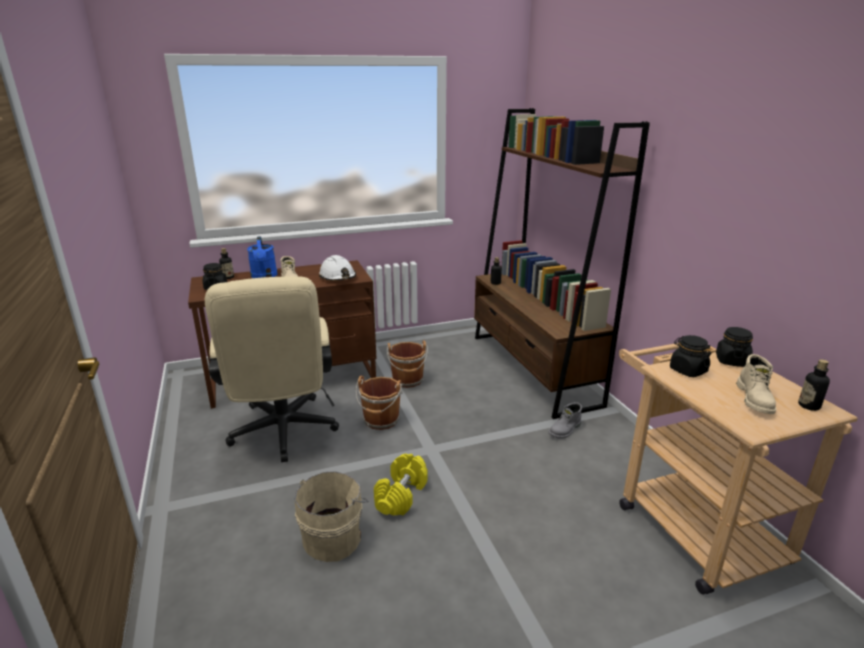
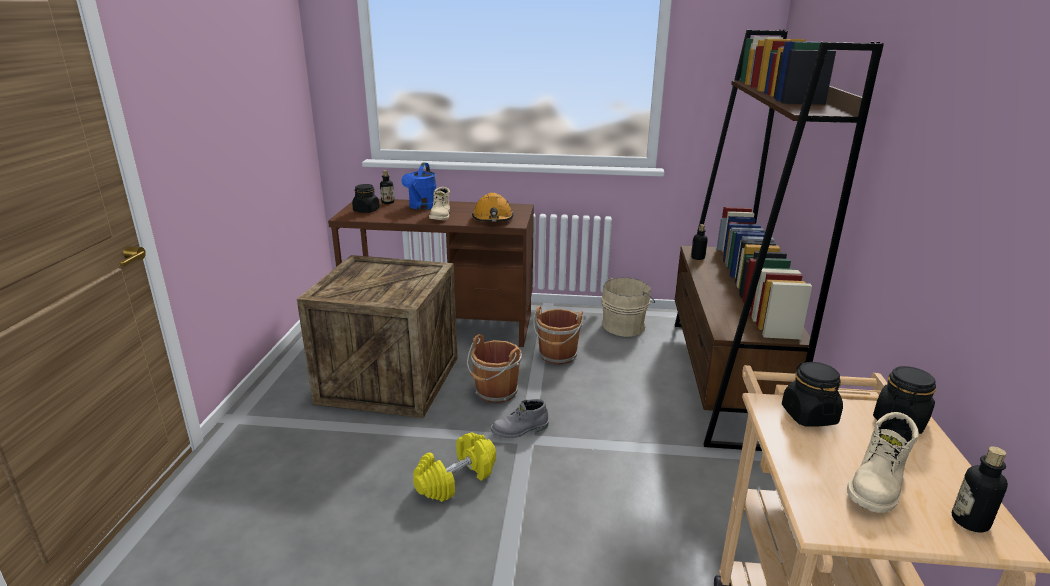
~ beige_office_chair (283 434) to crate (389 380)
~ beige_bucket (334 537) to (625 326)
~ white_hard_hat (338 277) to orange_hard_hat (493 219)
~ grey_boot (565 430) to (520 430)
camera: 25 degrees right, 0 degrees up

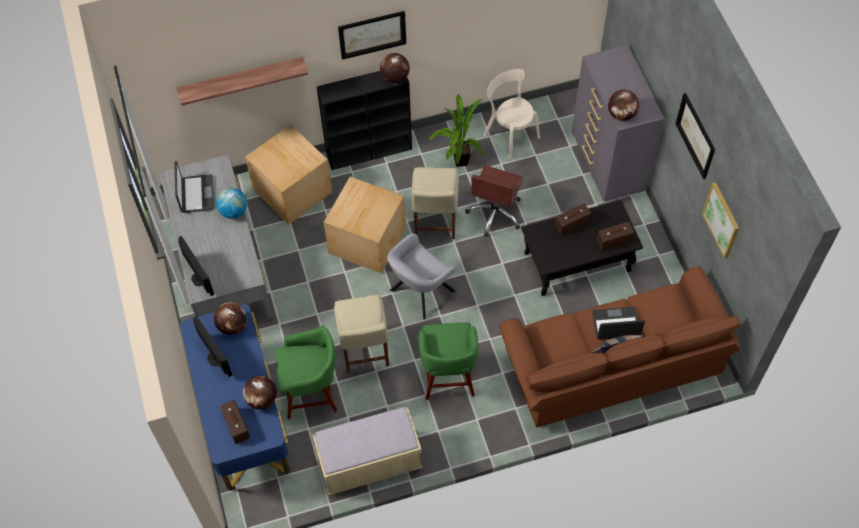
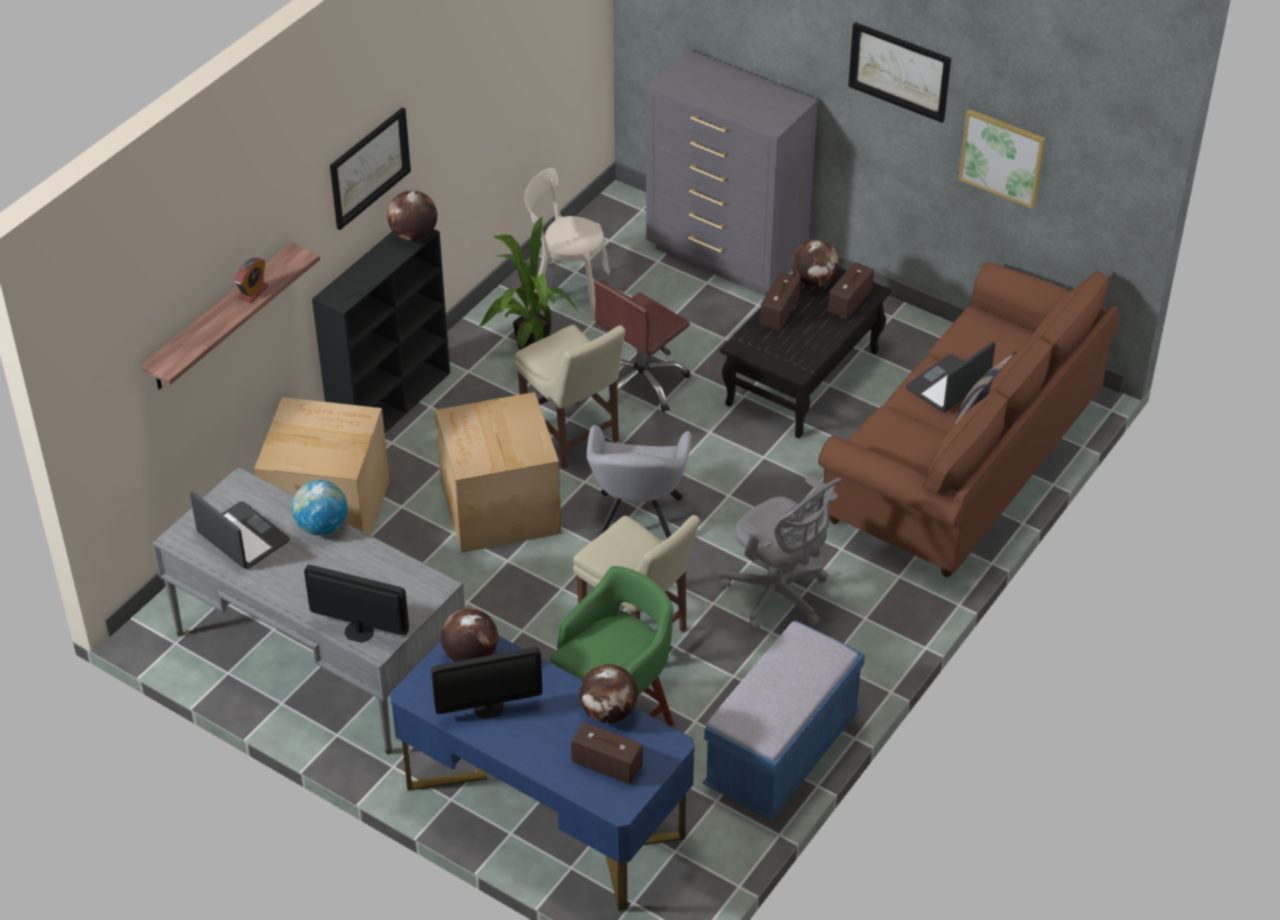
~ monitor (215 358) = (488 707) 150 degrees clockwise
~ beige_bench (369 463) to blue_bench (781 754)
~ green_stool (448 377) to grey_office_chair (778 596)
~ brown_office_chair (495 213) = (641 383) 60 degrees clockwise
~ globe (621 114) to (814 282)
+ alarm_clock (253 292)
camera: 40 degrees left, 15 degrees down

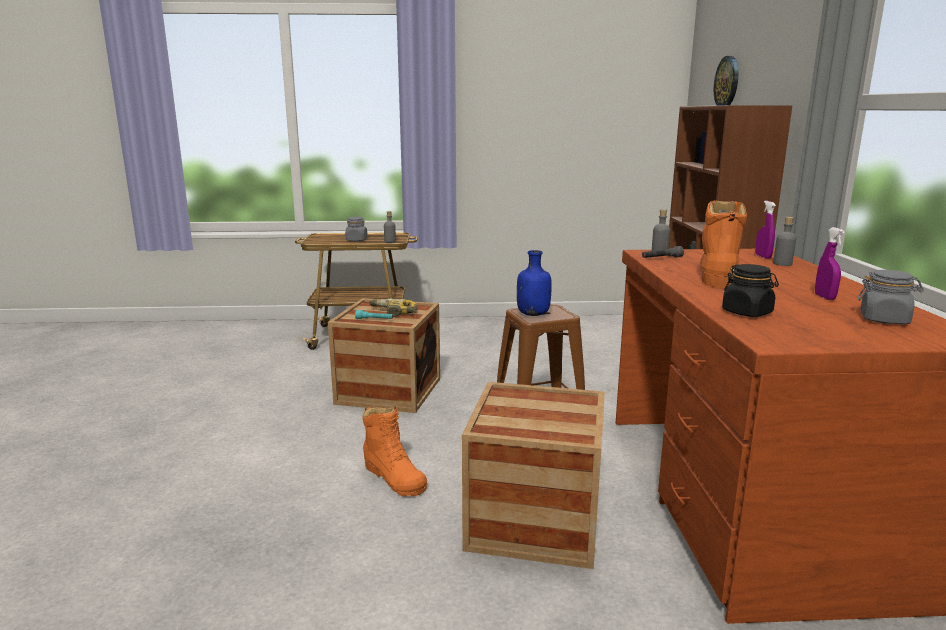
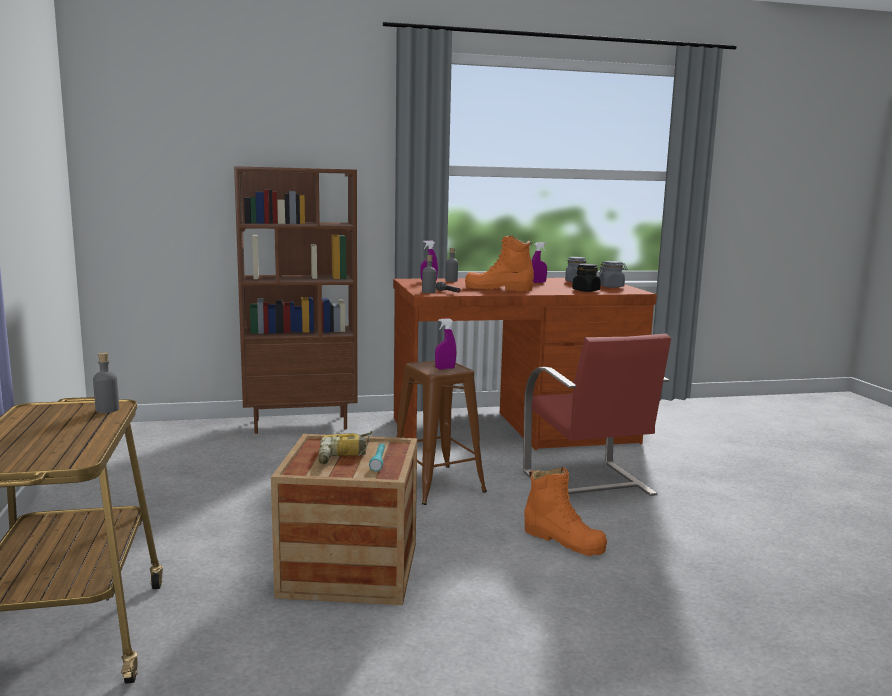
~ grey_jar (356 240) to (611 286)
~ orange_boot (394 477) = (564 540) 90 degrees clockwise
~ crate (534 521) to red_chair (588 484)
~ blue_bottle (533 314) to purple_spray_bottle (445 368)
- wall_clock (727 82)
camera: 100 degrees left, 5 degrees down

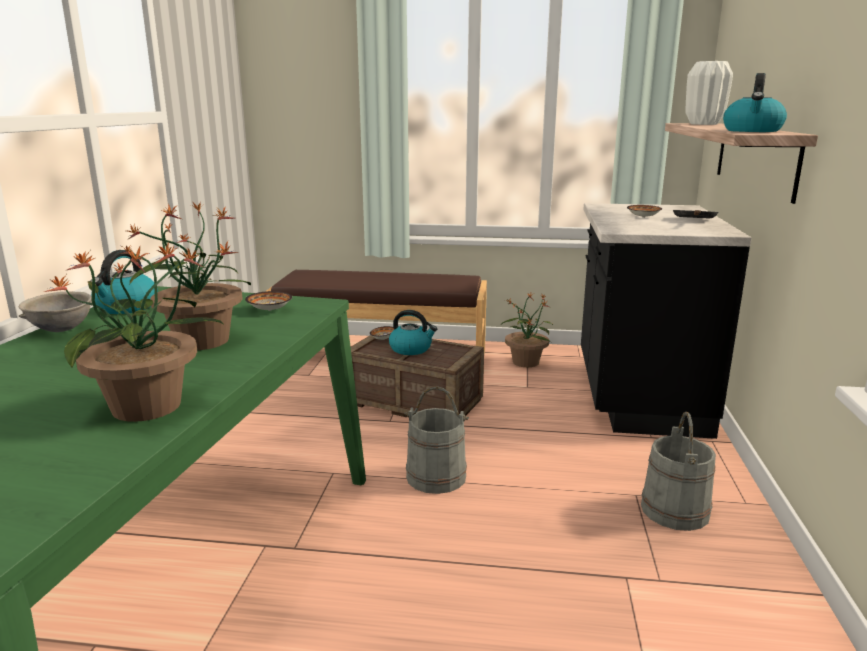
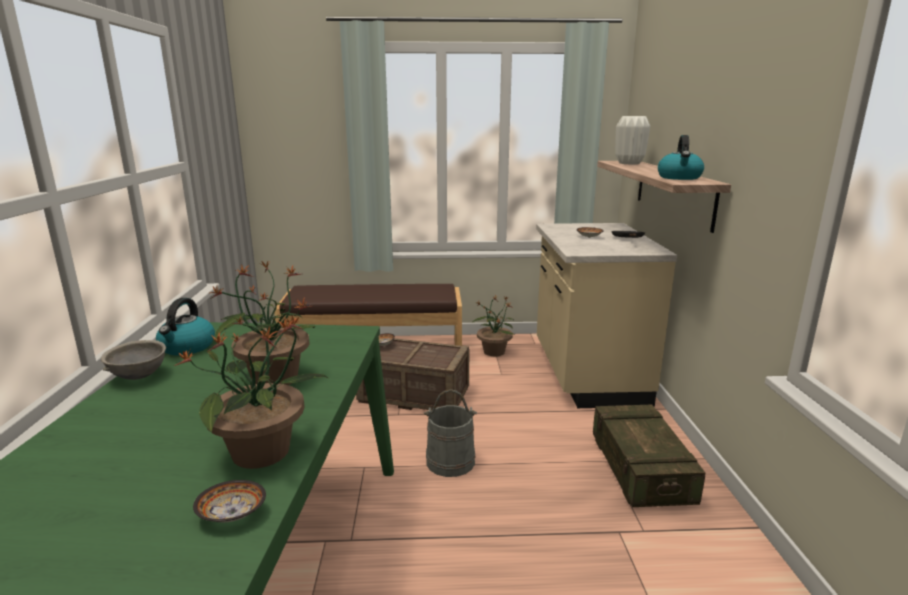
~ bowl (269 310) to (232 515)
- kettle (411 349)
~ black_counter (636 395) to beige_counter (586 374)
~ grey_bucket (675 510) to crate (640 470)
camera: 10 degrees left, 0 degrees up

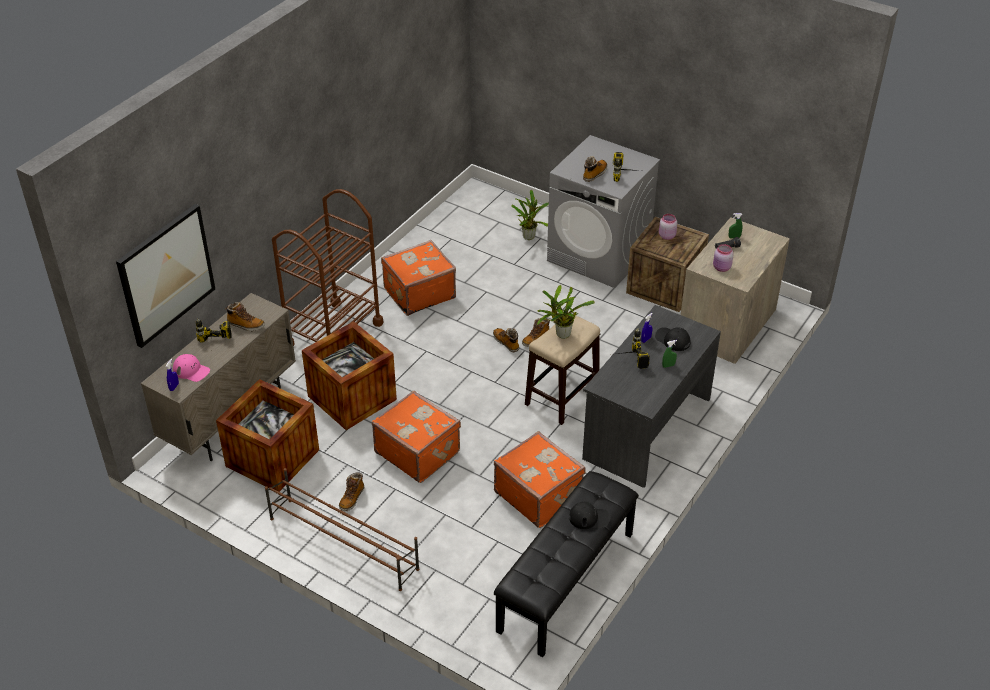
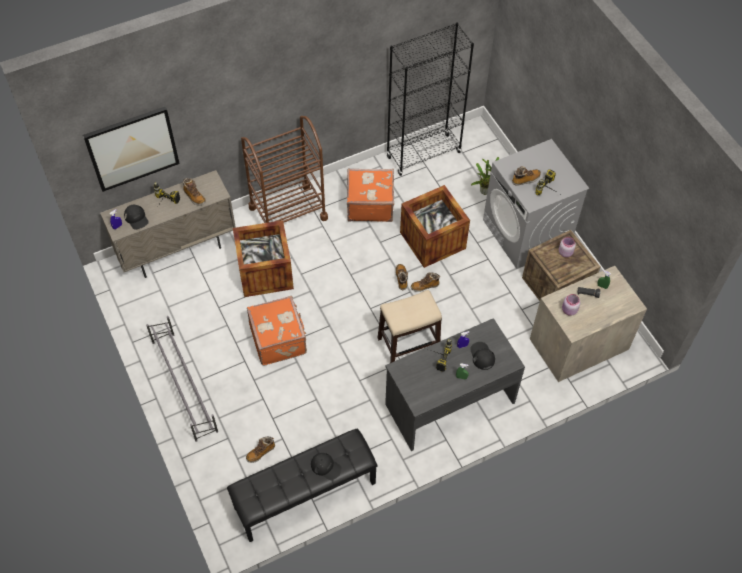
~ pink_cap (191 371) to black_cap (136 218)
~ crate (272 458) to (432 240)
~ brown_shoe_rack (343 543) to grey_shoe_rack (184 385)
~ boot (352 498) to (261 452)
- orange_suitcase (538 494)
- potted_plant (561 335)
+ black_bookcase (423 154)
camera: 30 degrees right, 15 degrees up

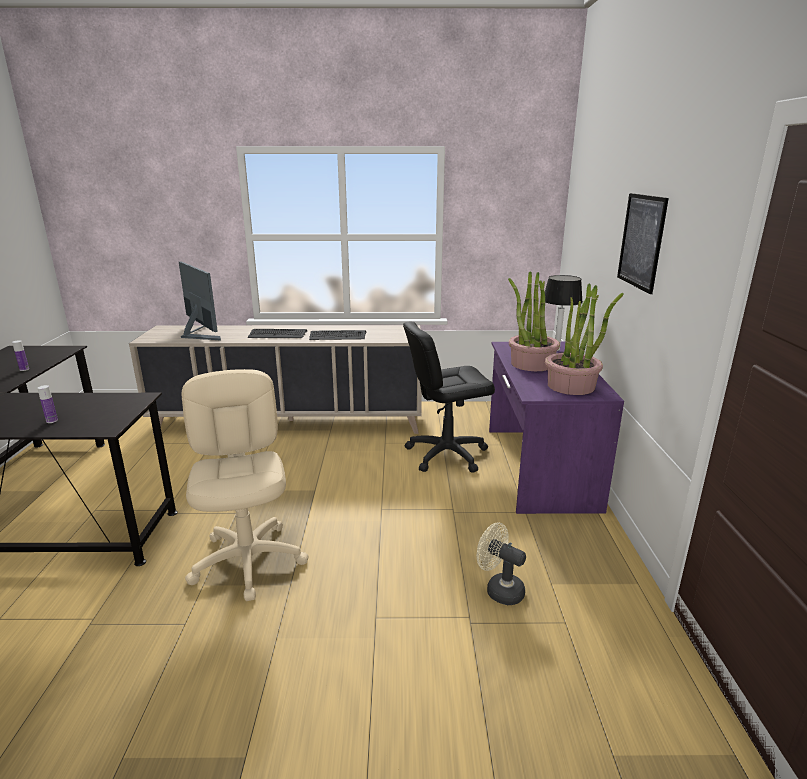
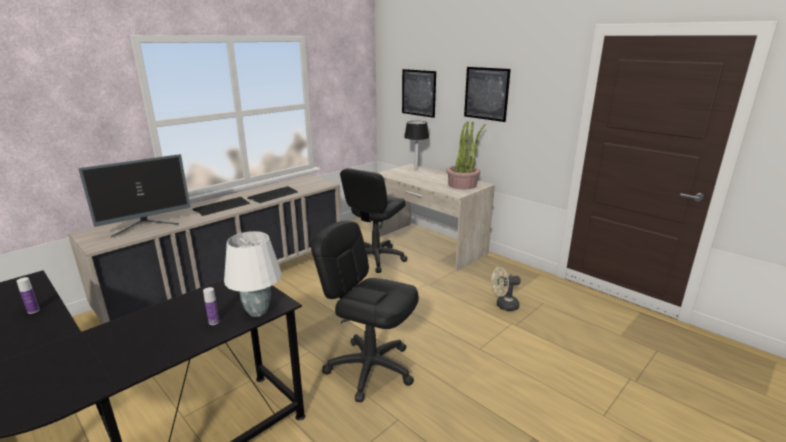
~ monitor (199 334) = (146 226) 135 degrees clockwise
~ beige_office_chair (249 560) to black_office_chair (370 368)
~ purple_desk (538 467) to beige_desk (429 245)
- potted_plant (531 364)
+ white_table_lamp (257 312)
+ picture (418 93)
camera: 45 degrees left, 0 degrees up

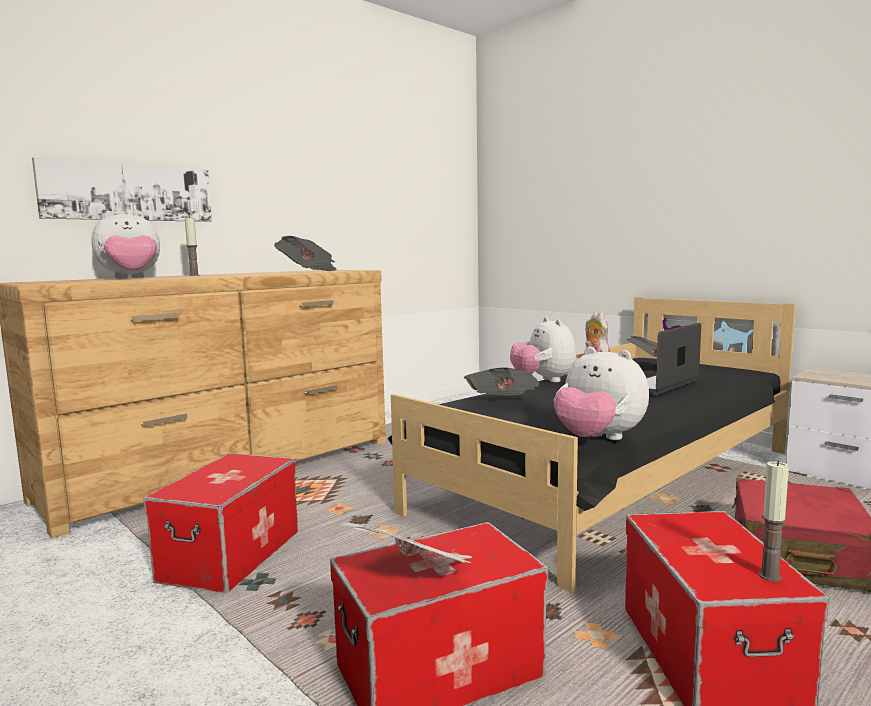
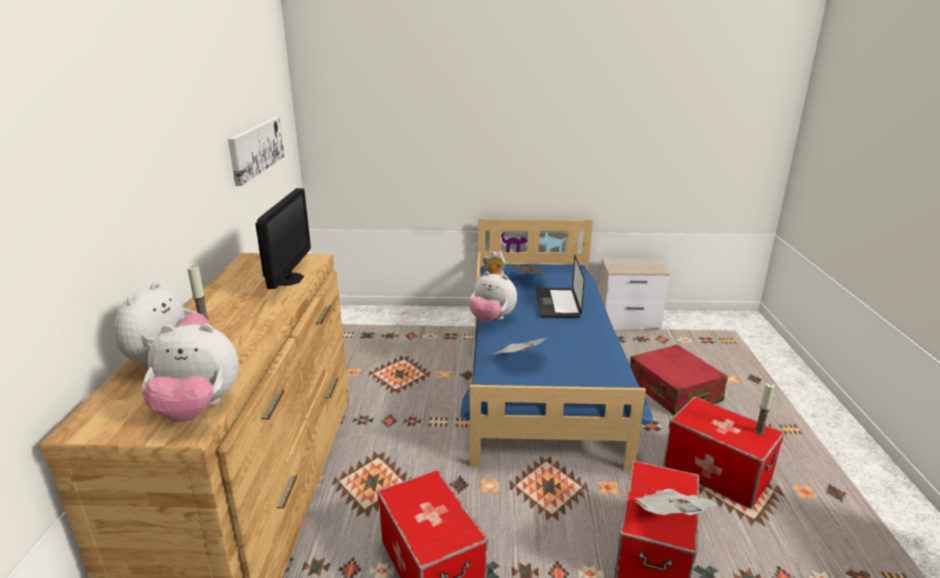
~ picture (128 192) to (256 148)
~ newspaper (309 272) to monitor (289 279)
~ black_bed (612 481) to blue_bed (540 373)
~ plush_toy (598 439) to (198 409)
camera: 45 degrees left, 15 degrees up

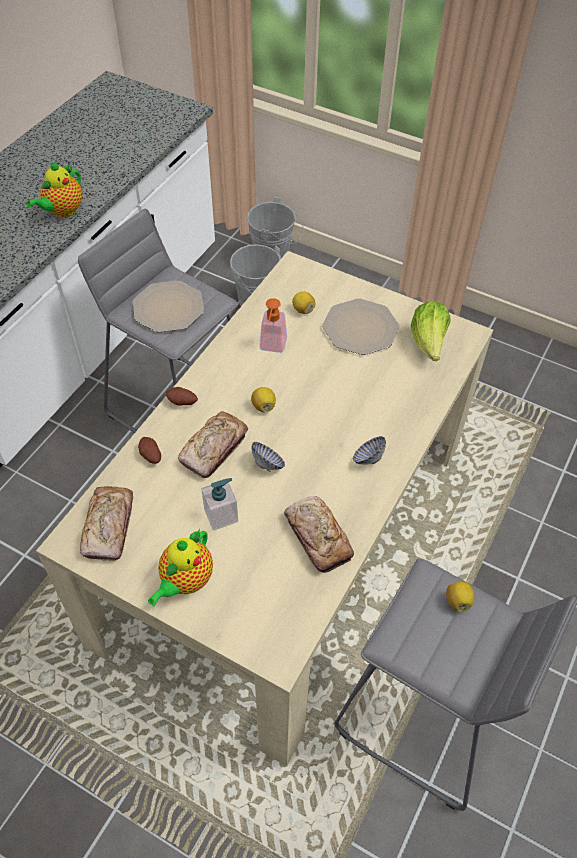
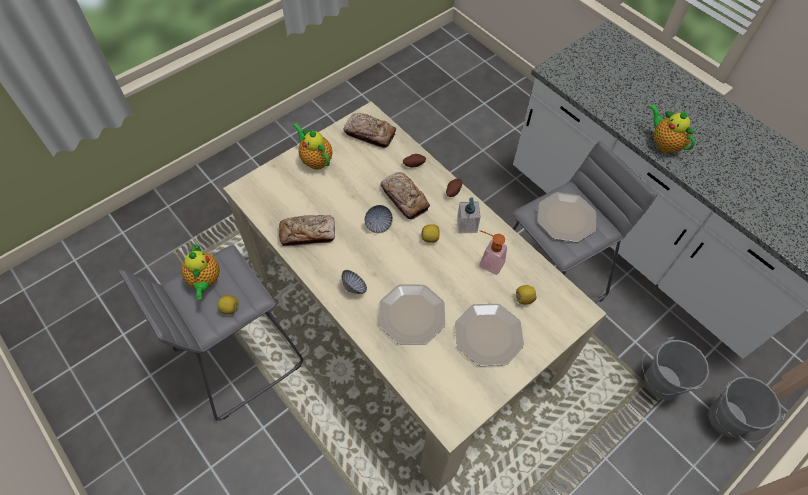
~ soap_dispenser (221 515) to (467 225)
- lettuce (428 343)
+ teapot (205 281)
+ plate (411 314)
camera: 110 degrees right, 5 degrees up

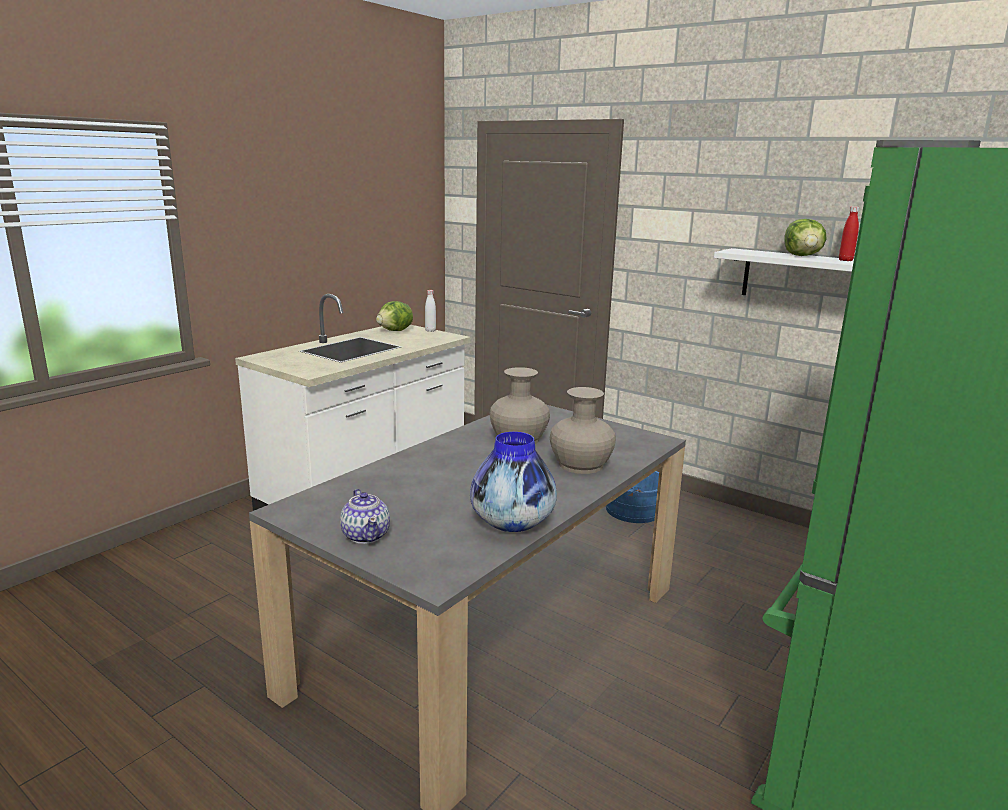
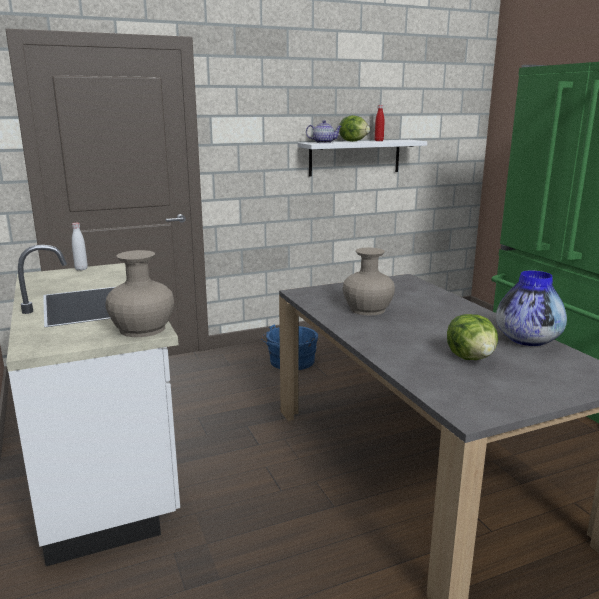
~ teapot (366 535) to (323 142)
~ lettuce (396 331) to (471 357)
~ beige_vase (581 464) to (142 328)
camera: 60 degrees left, 0 degrees up

